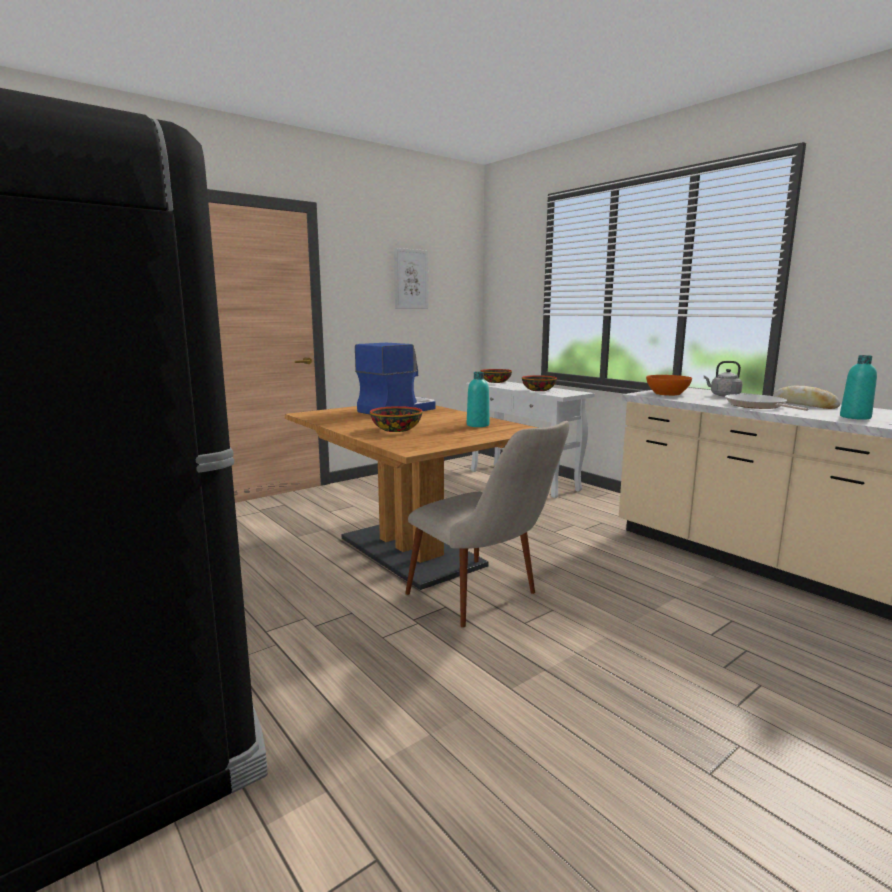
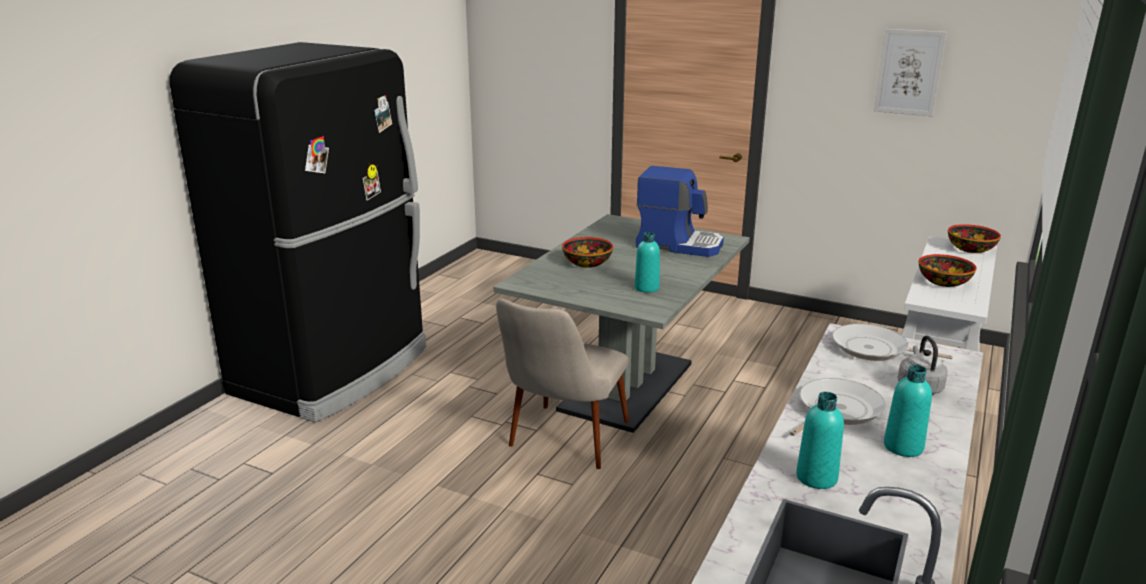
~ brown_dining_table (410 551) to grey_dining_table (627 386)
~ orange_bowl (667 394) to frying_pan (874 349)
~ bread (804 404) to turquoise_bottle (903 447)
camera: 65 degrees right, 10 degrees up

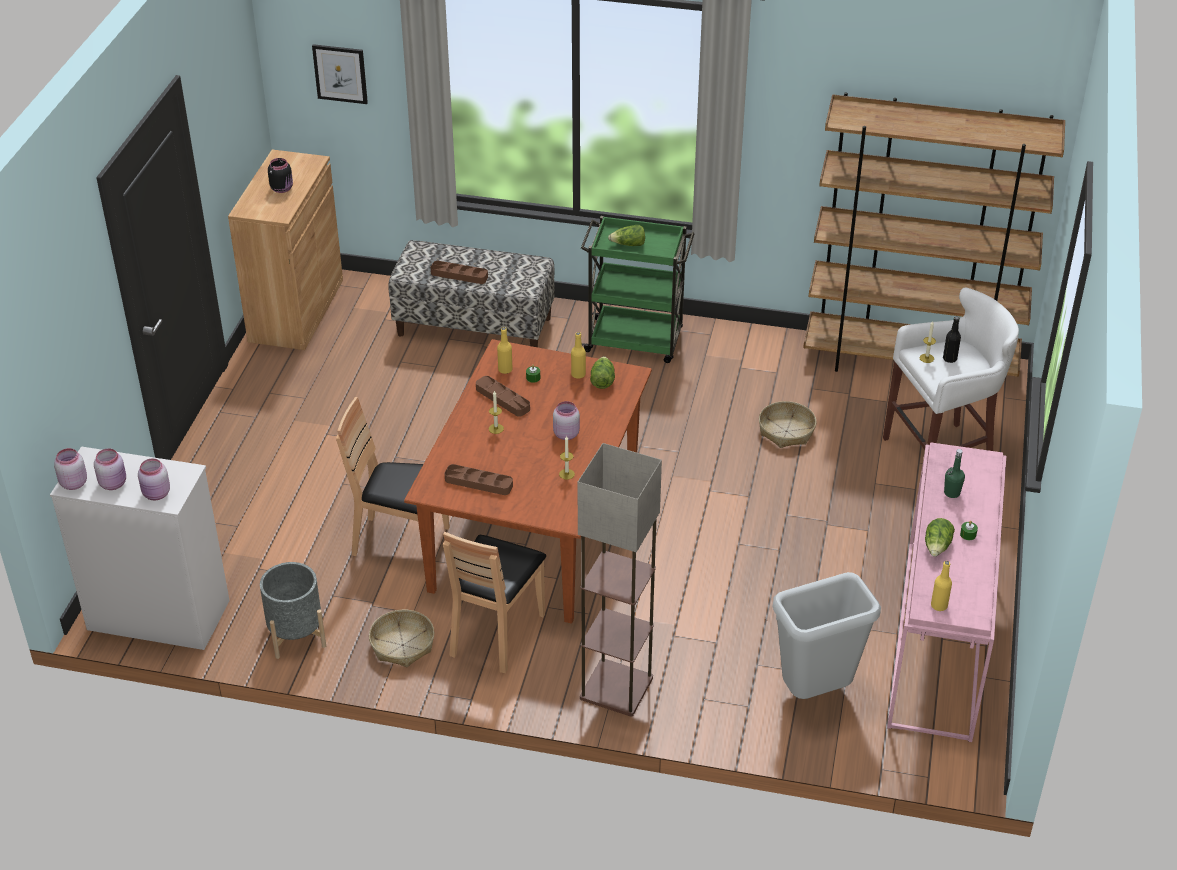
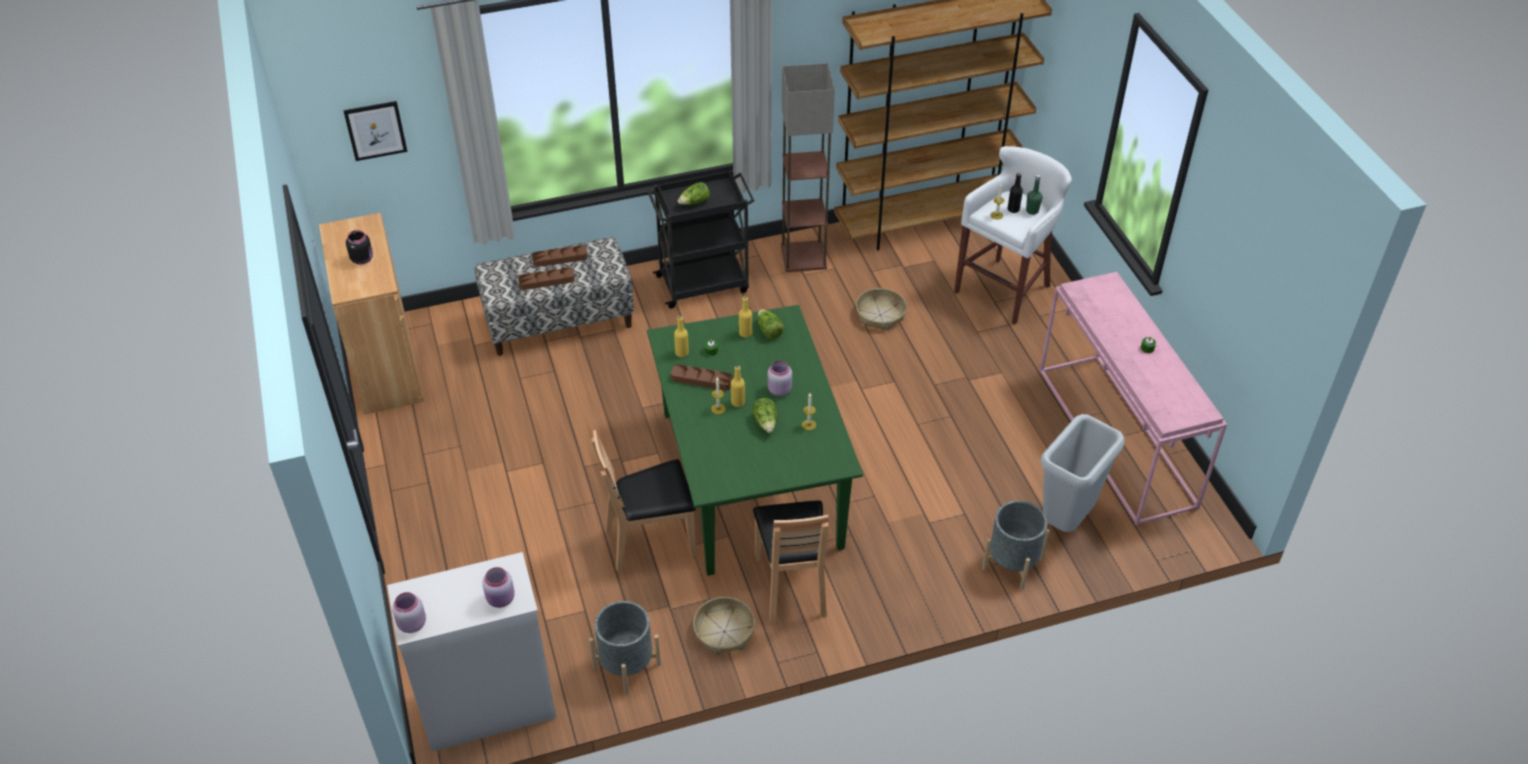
- pink_jar (114 483)
~ brown_dining_table (536 528) to green_dining_table (751 479)
~ brown_tray (478 483) to (560 258)
~ floor_lamp (615 688) to (803 257)
~ green_cart (635 341) to black_cart (704 283)
~ lettuce (937 547) to (766 422)
~ yellow_bottle (939 606) to (738 402)
~ green_bottle (952 493) to (1032 211)
+ grey_planter (1012 563)
camera: 30 degrees left, 5 degrees up

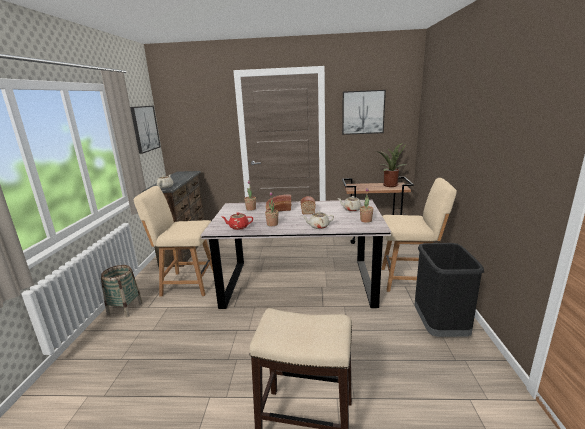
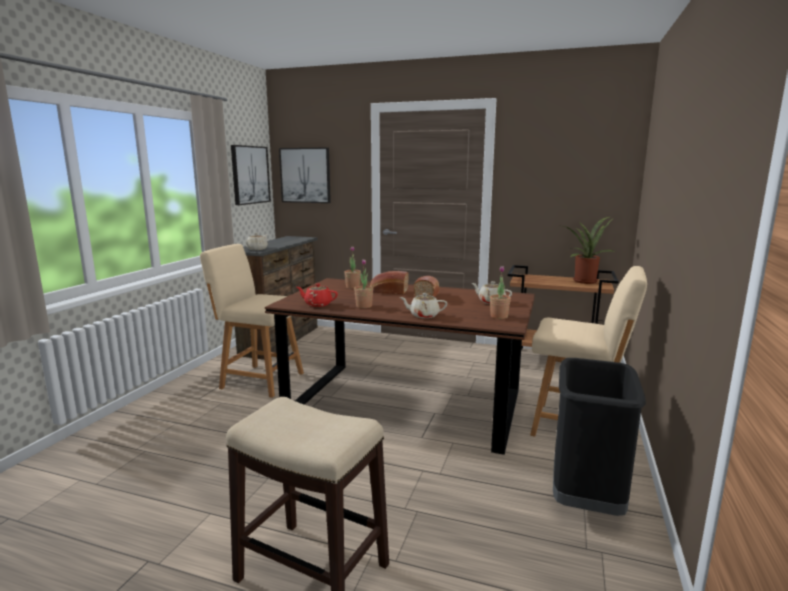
- basket (125 308)
~ grey_dining_table (299 282) to brown_dining_table (406 402)
~ picture (363 112) to (305 175)
camera: 15 degrees right, 5 degrees down

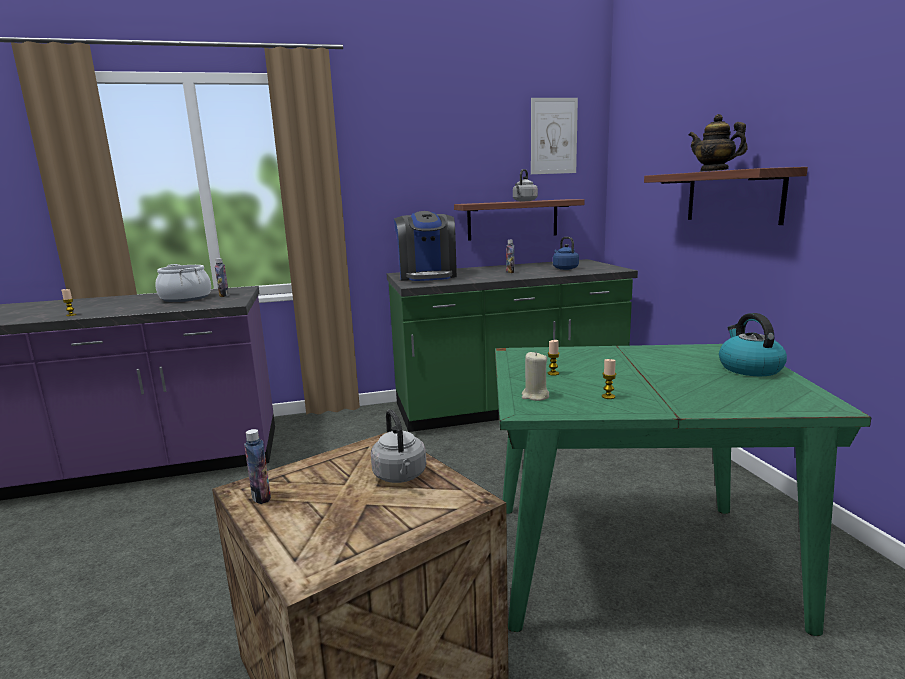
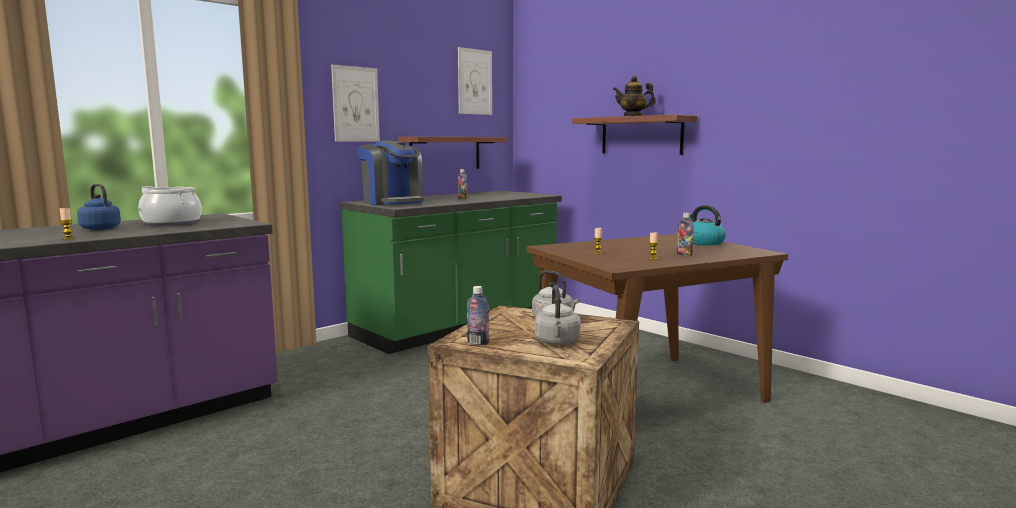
~ bottle (224 296) to (684 254)
~ green_dining_table (631 561) to brown_dining_table (646 394)
~ grey_kettle (524 201) to (557 342)
- beige_candle (535 396)
~ blue_kettle (564 268) to (99 228)
+ picture (356 104)
camera: 30 degrees left, 5 degrees down

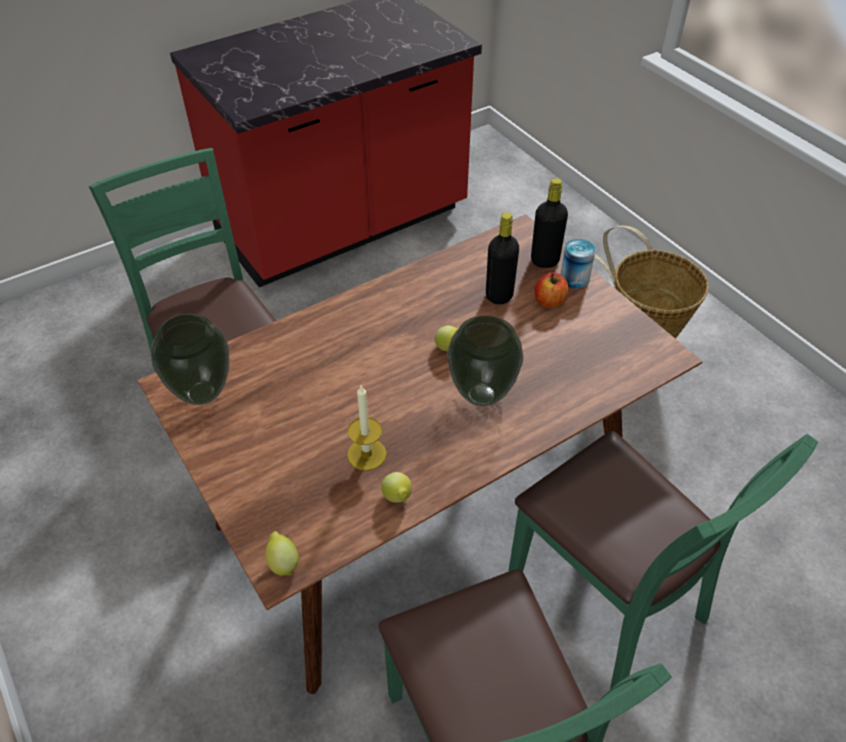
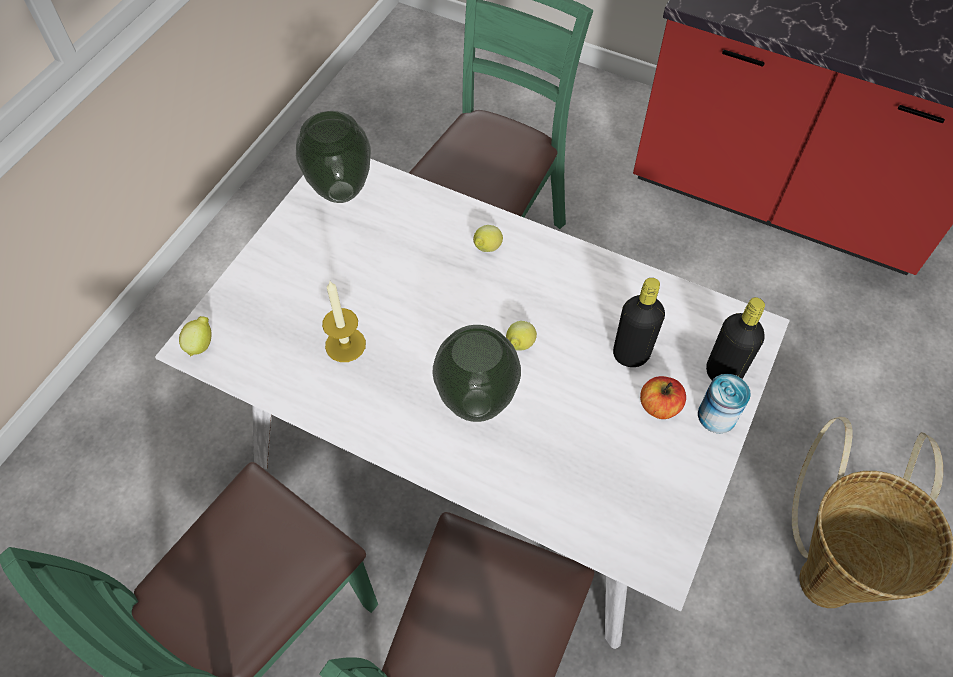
~ brown_dining_table (422 509) to white_dining_table (479 457)
~ lemon (397 498) to (486 249)
camera: 60 degrees right, 10 degrees up

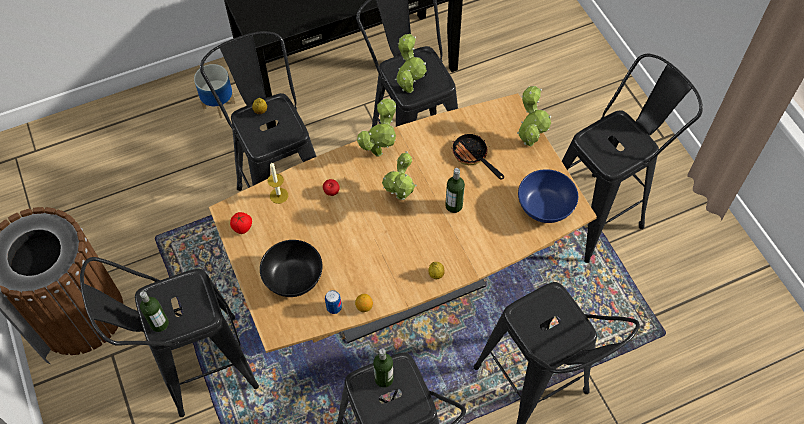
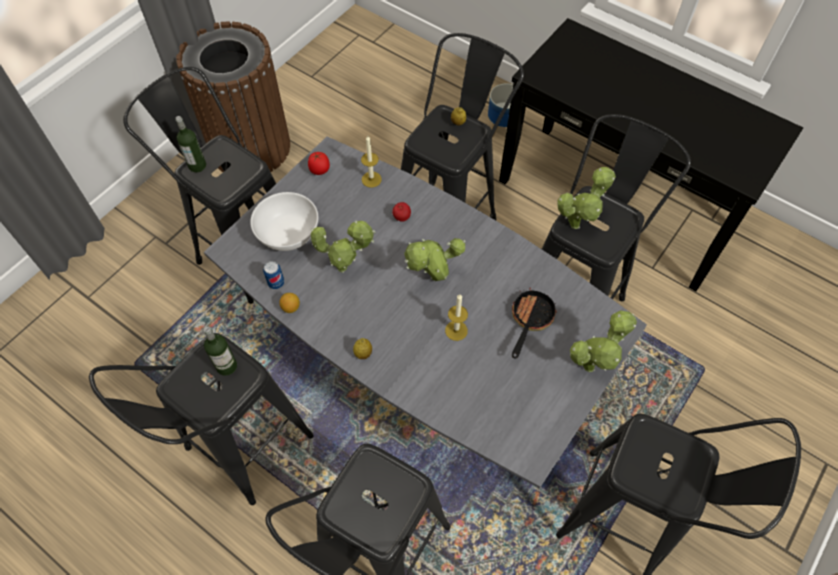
~ brown_dining_table (402 284) to grey_dining_table (418 366)
~ black_bowl (294 279) to white_bowl (288 236)
~ potted_plant (379 150) to (346 268)
~ bottle (454 206) to candle (456 330)
- blue_bowl (544 208)
camera: 60 degrees right, 0 degrees up

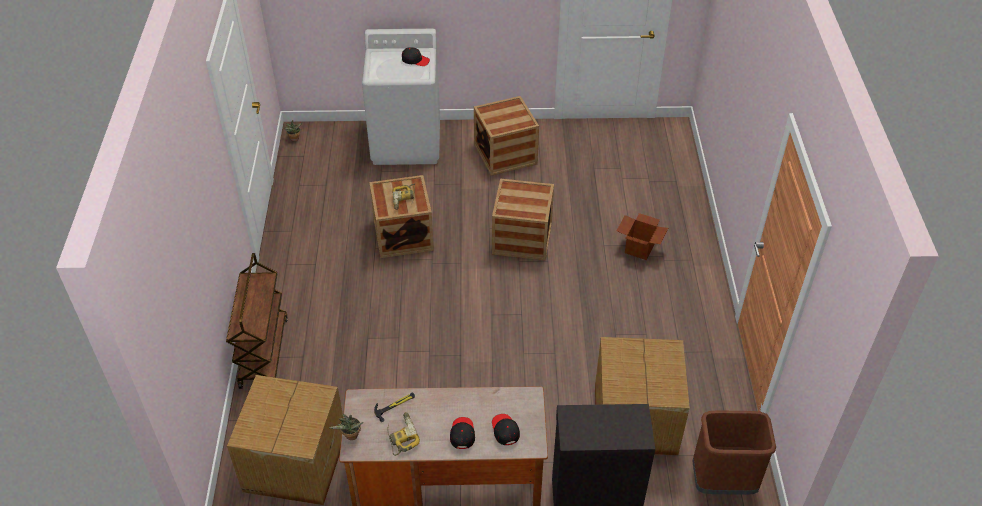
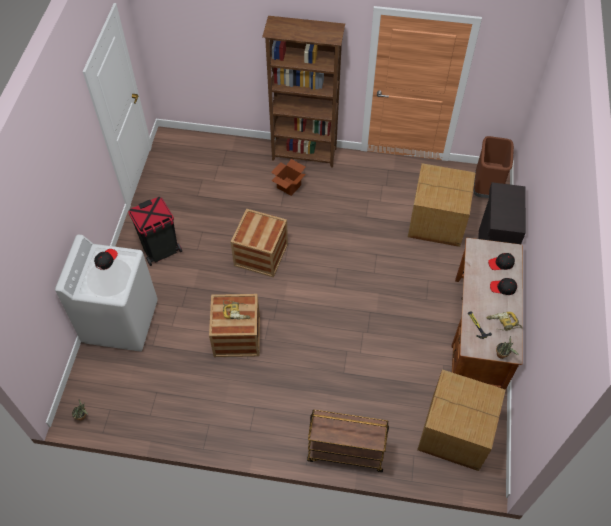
~ crate (505 154) to black_trash_can (161 250)
+ brown_bookcase (304 155)
camera: 80 degrees left, 10 degrees up

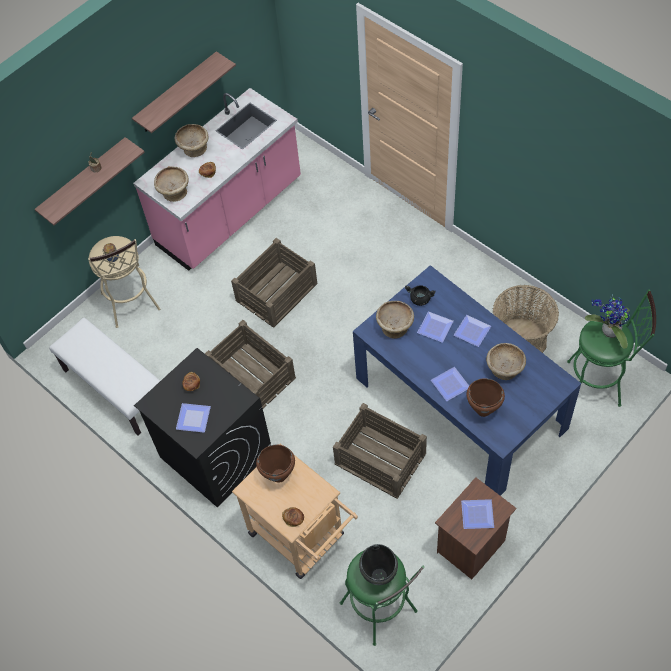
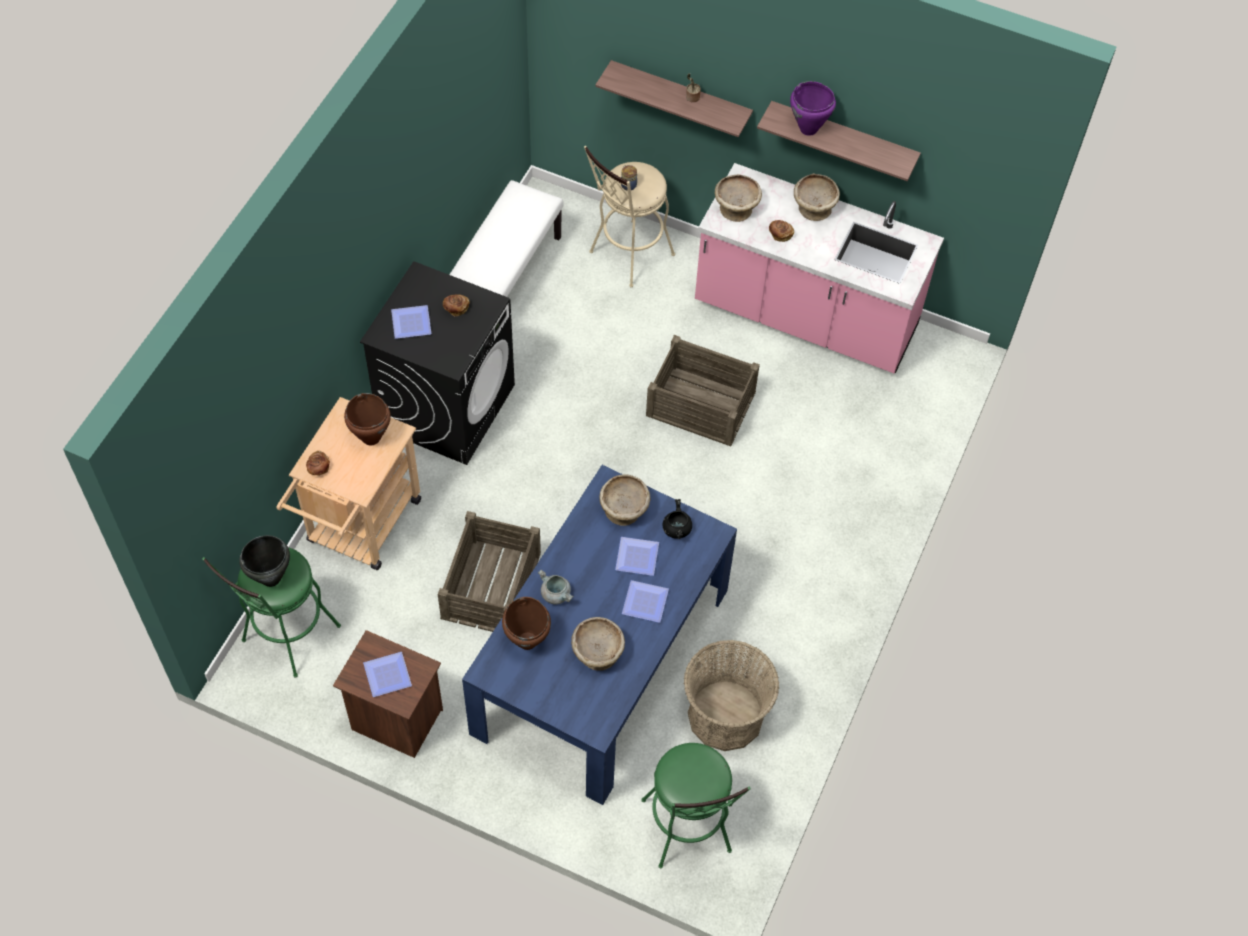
- crate (252 376)
~ plate (450 383) to grey_cooking_pot (556 594)
- potted_plant (608 332)
+ purple_cooking_pot (808 129)
camera: 65 degrees right, 0 degrees up

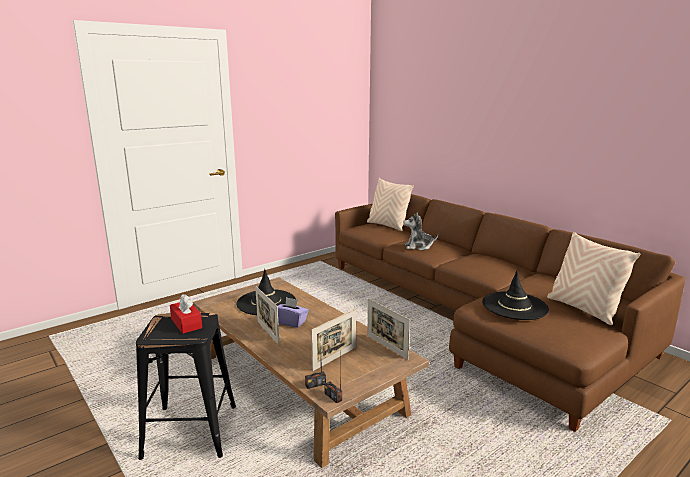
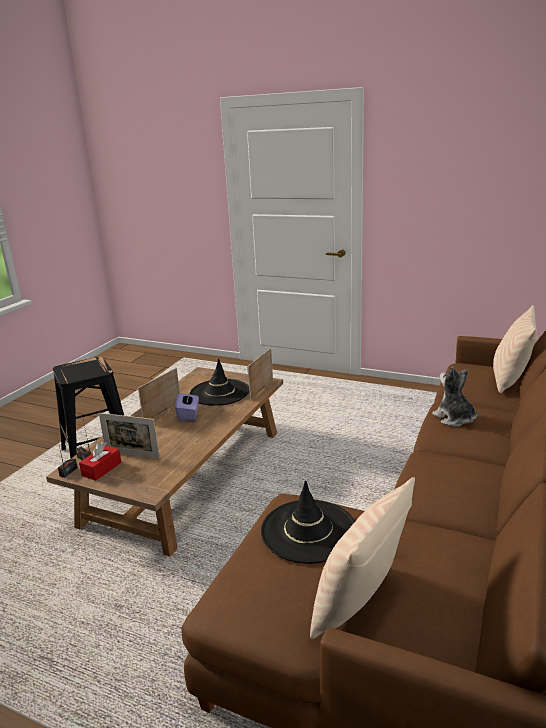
~ red_tissue_box (186 323) to (102 469)
~ picture_frame (387 347) to (261 389)
camera: 65 degrees right, 5 degrees up

